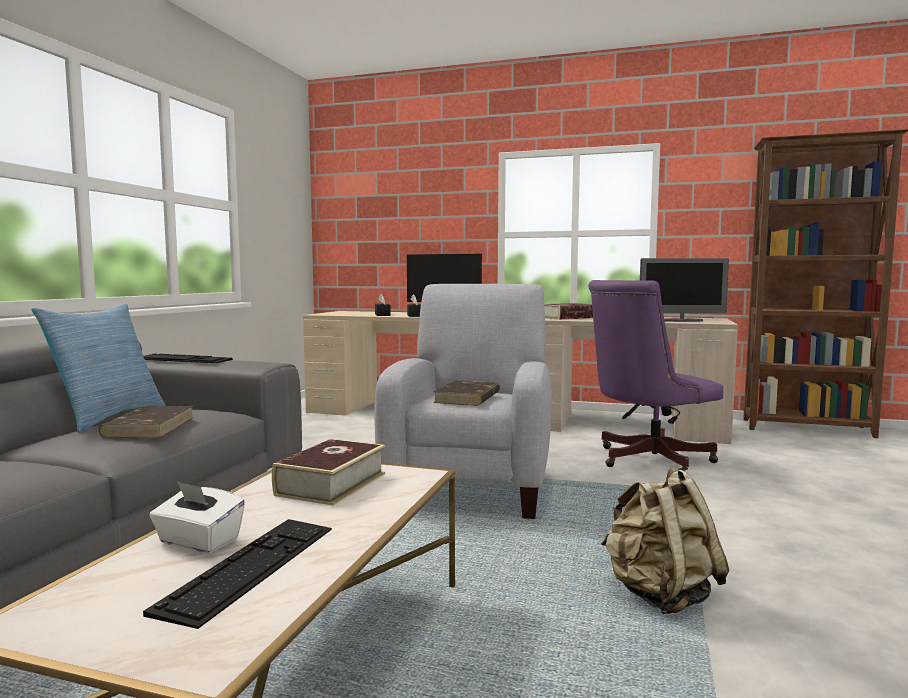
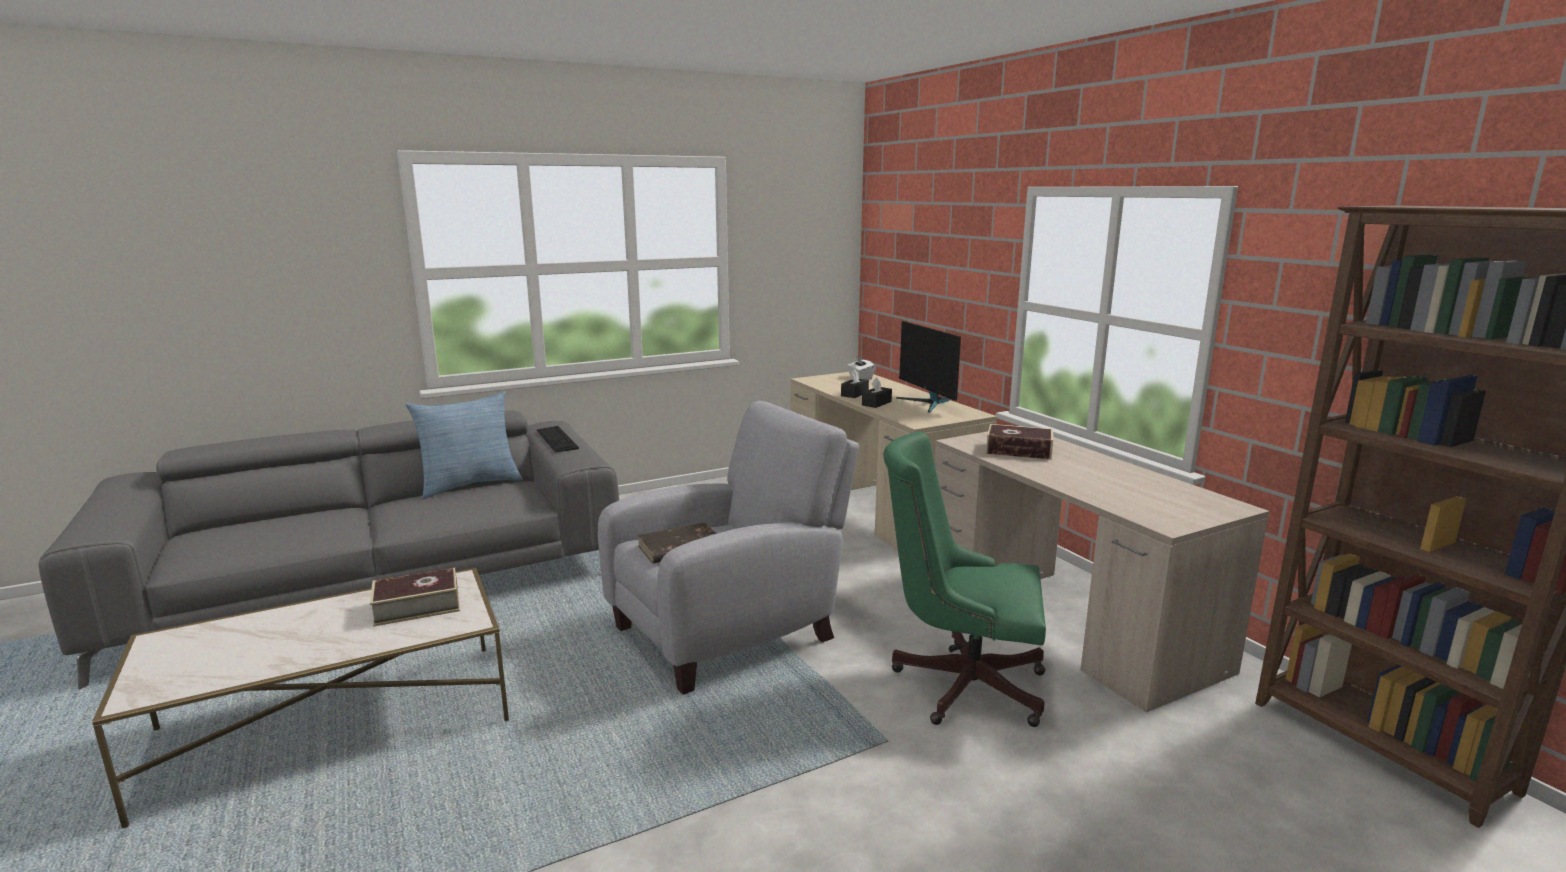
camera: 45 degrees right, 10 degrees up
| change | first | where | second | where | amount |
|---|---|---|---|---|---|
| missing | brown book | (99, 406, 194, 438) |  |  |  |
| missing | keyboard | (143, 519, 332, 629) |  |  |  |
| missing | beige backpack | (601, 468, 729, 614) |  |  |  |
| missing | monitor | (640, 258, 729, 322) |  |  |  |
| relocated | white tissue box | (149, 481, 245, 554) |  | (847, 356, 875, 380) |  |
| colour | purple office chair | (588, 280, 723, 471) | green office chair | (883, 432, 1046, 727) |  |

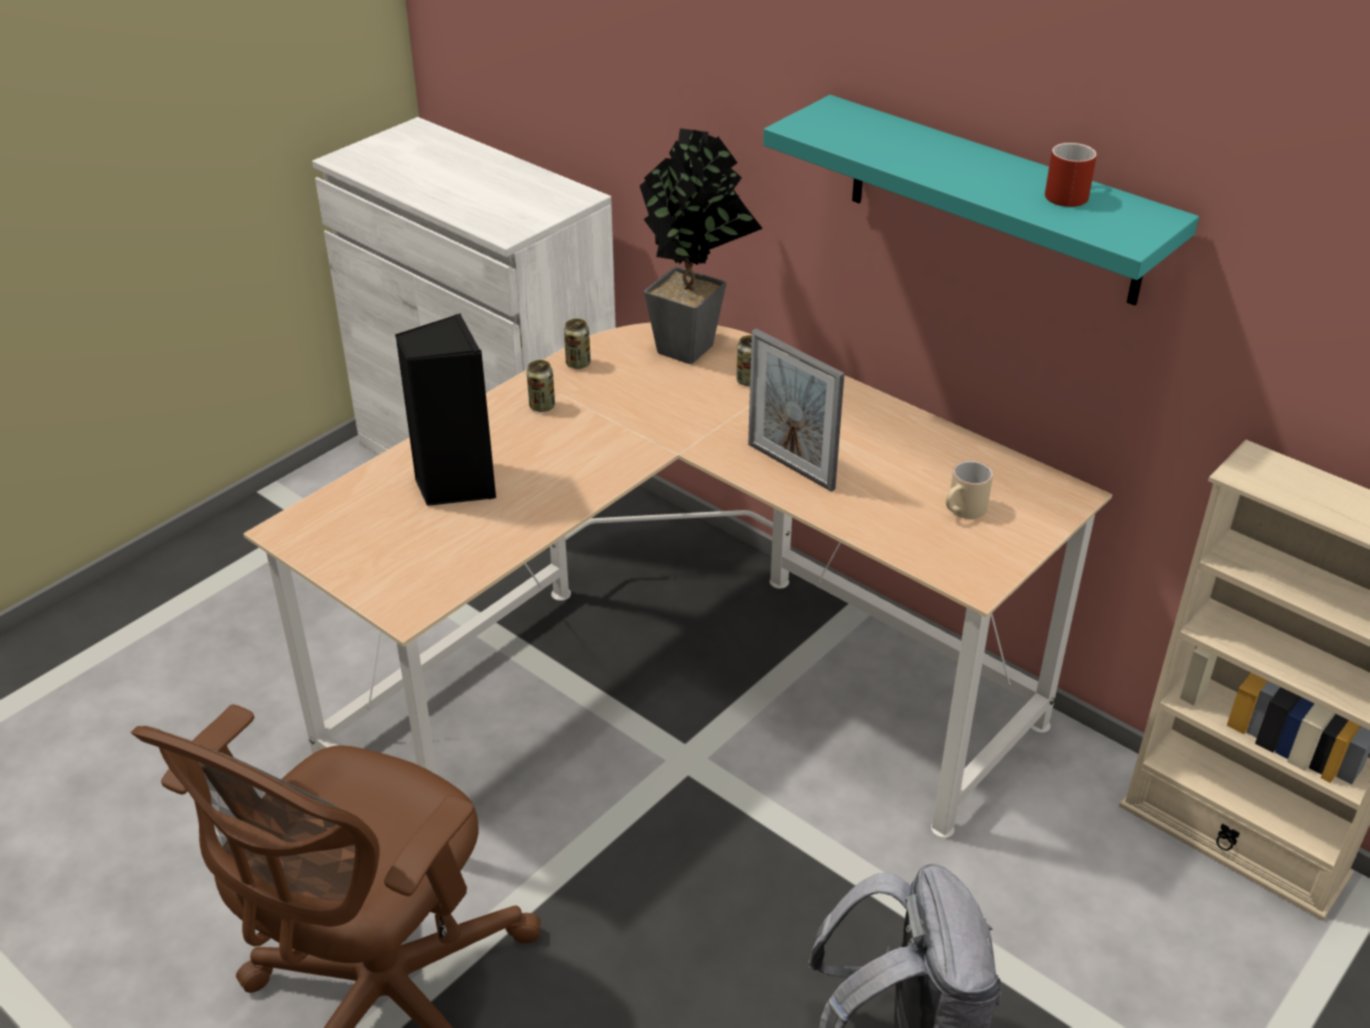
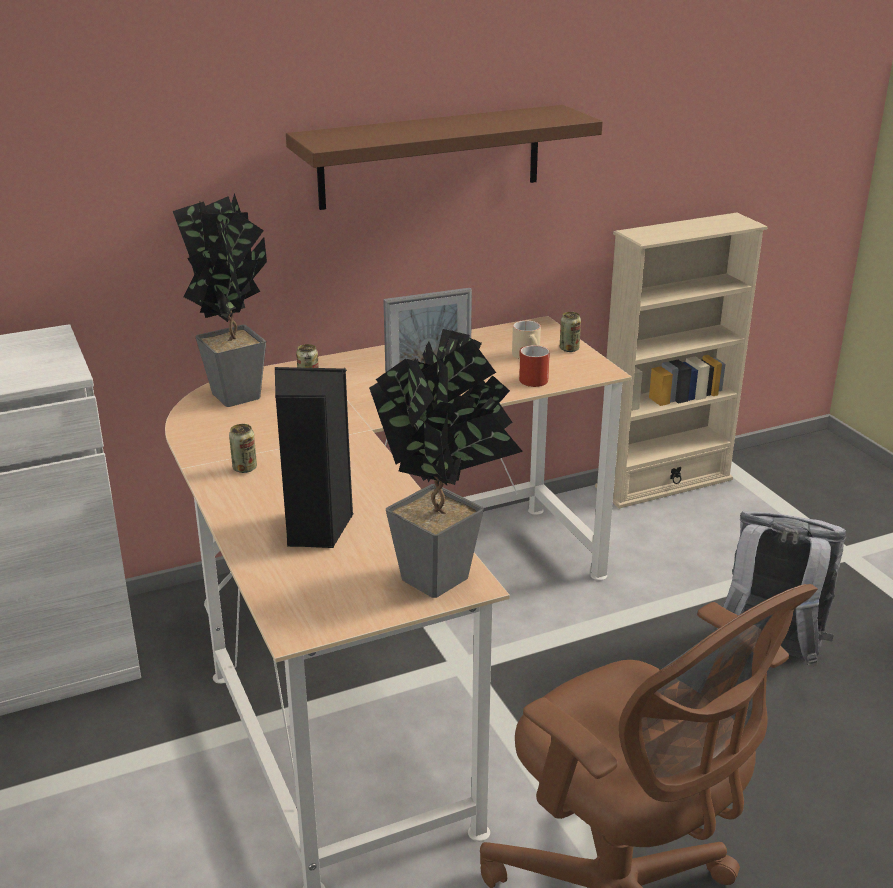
camera: 65 degrees left, 10 degrees down
| change | first | where | second | where | amount |
|---|---|---|---|---|---|
| appeared |  |  | potted plant | (369, 329, 523, 598) |  |
| relocated | can | (564, 319, 591, 369) |  | (560, 312, 581, 352) |  |
| relocated | red mug | (1045, 143, 1097, 207) |  | (519, 345, 550, 387) |  |
| colour | turquoise shelf | (763, 95, 1199, 306) | brown shelf | (286, 105, 603, 210) |  |

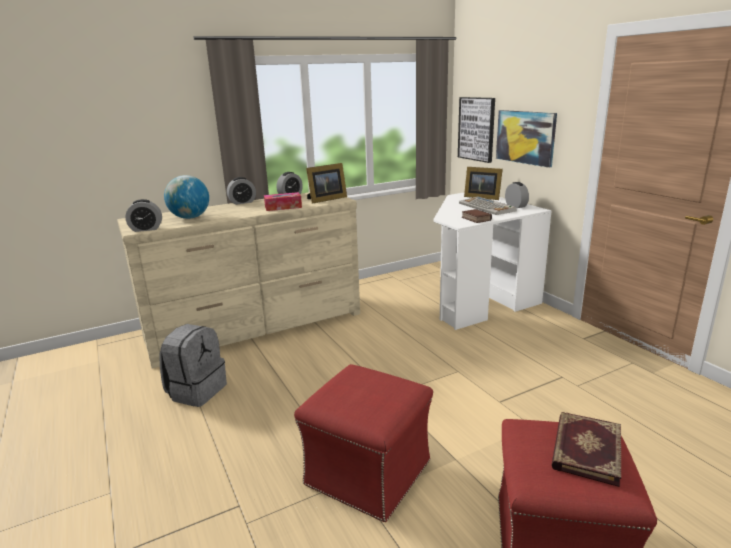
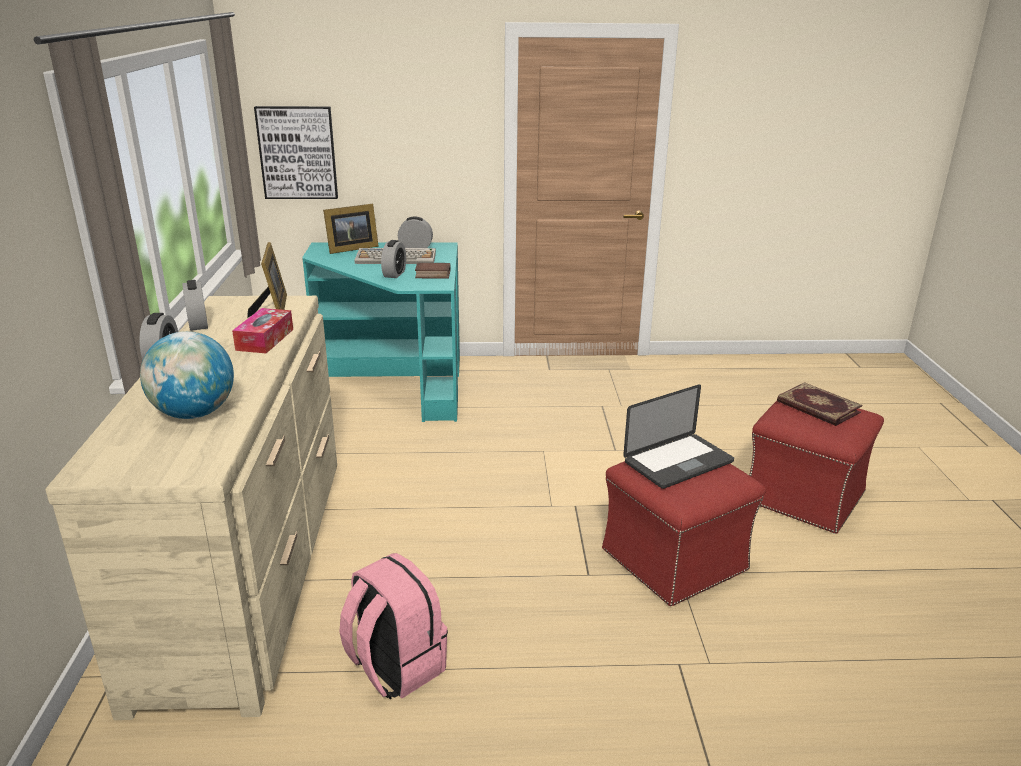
camera: 65 degrees left, 5 degrees up
| change | first | where | second | where | amount |
|---|---|---|---|---|---|
| missing | picture | (496, 110, 557, 168) |  |  |  |
| appeared |  |  | laptop | (623, 384, 734, 489) |  |
| relocated | alarm clock | (125, 199, 162, 232) |  | (381, 240, 406, 278) |  |
| colour | grey backpack | (159, 324, 227, 407) | pink backpack | (339, 553, 448, 700) |  |
| colour | white desk | (433, 192, 552, 330) | turquoise desk | (302, 242, 460, 422) |  |

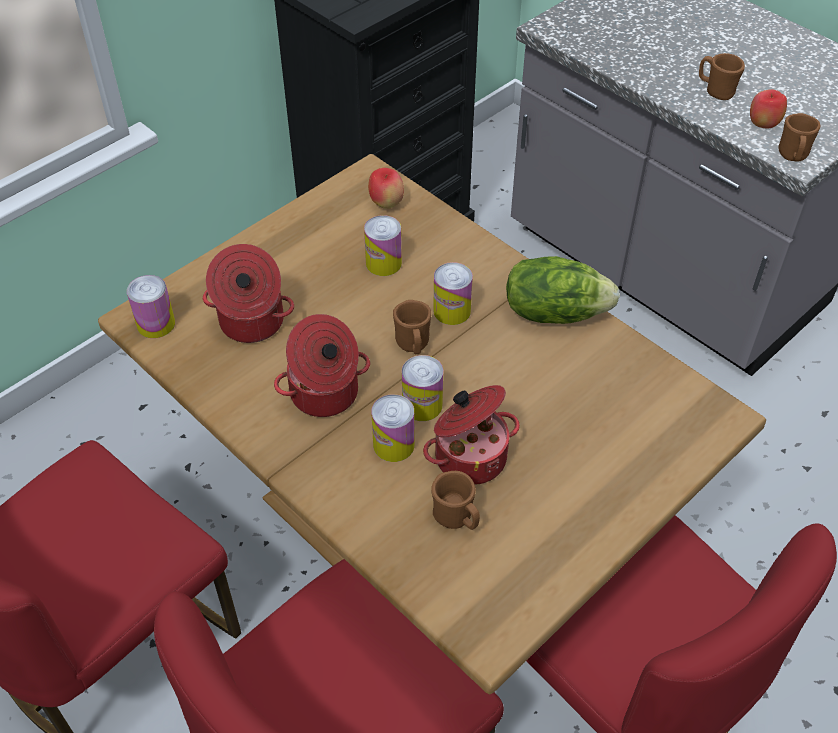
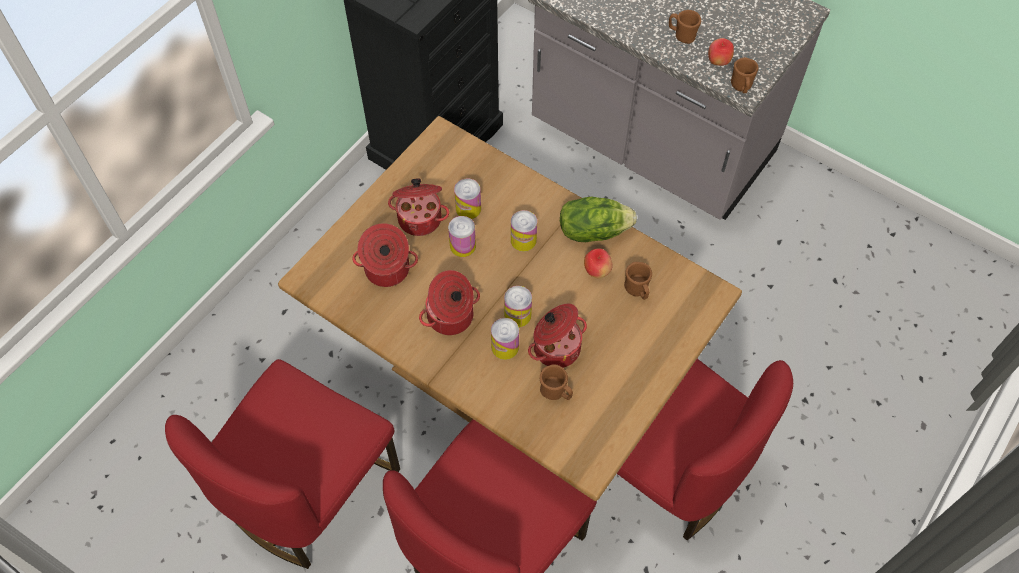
camera: 10 degrees left, 10 degrees up
| change | first | where | second | where | amount |
|---|---|---|---|---|---|
| appeared |  |  | cooking pot | (388, 178, 449, 236) |  |
| relocated | can | (127, 275, 175, 338) |  | (448, 216, 476, 257) |  |
| relocated | apple | (368, 168, 404, 209) |  | (584, 249, 613, 278) |  |
| relocated | brown mug | (393, 300, 431, 354) |  | (624, 262, 652, 300) |  |

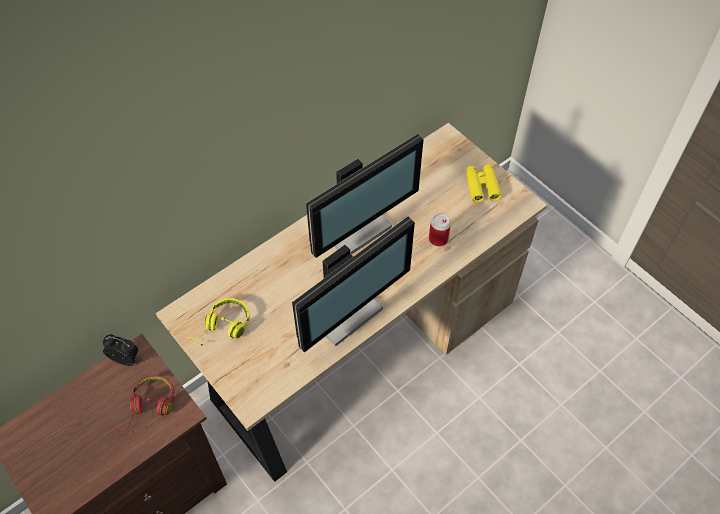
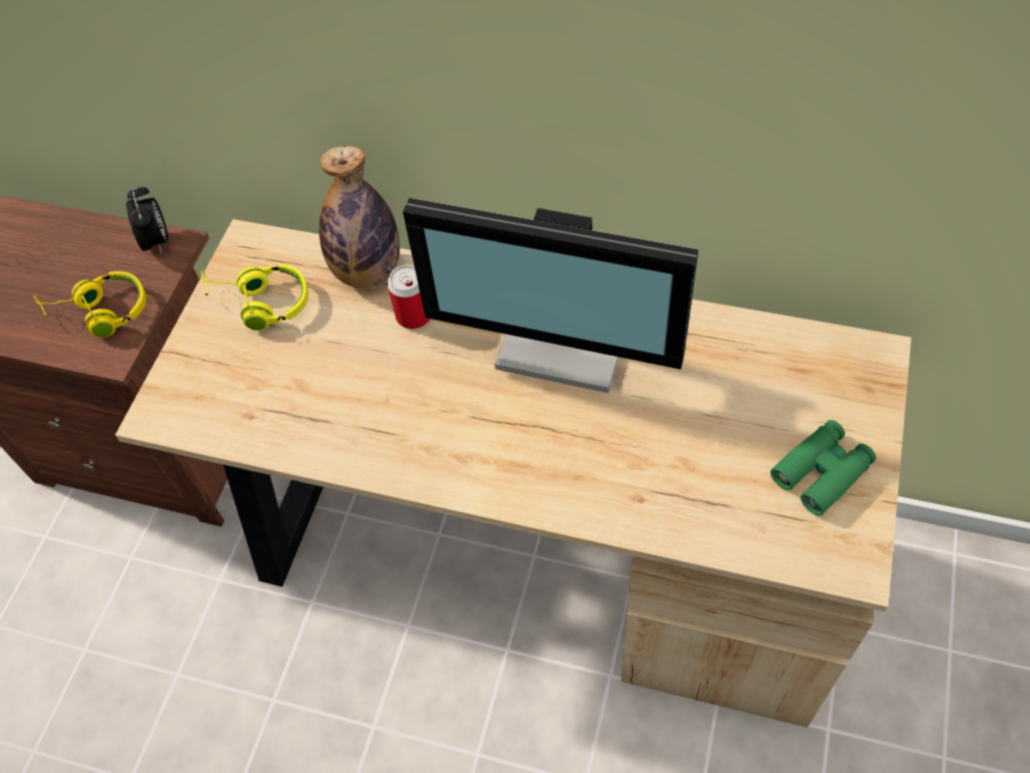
camera: 60 degrees right, 0 degrees up
| change | first | where | second | where | amount |
|---|---|---|---|---|---|
| missing | monitor | (292, 217, 415, 353) |  |  |  |
| appeared |  |  | bottle | (319, 146, 400, 288) |  |
| relocated | can | (429, 213, 451, 246) |  | (387, 265, 430, 329) |  |
| colour | red headphones | (117, 375, 174, 433) | yellow headphones | (34, 271, 146, 337) |  |
| colour | yellow binoculars | (466, 164, 501, 203) | green binoculars | (770, 420, 876, 516) |  |

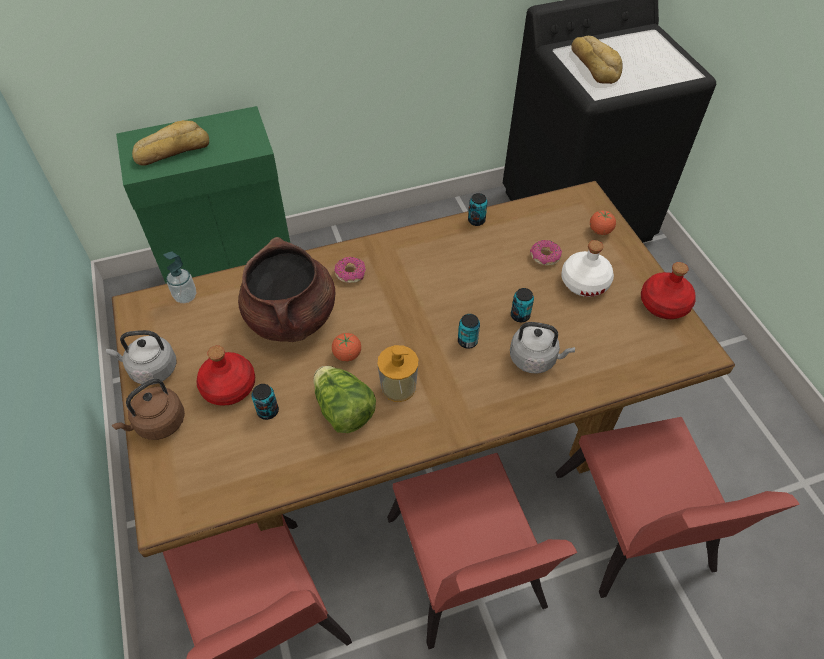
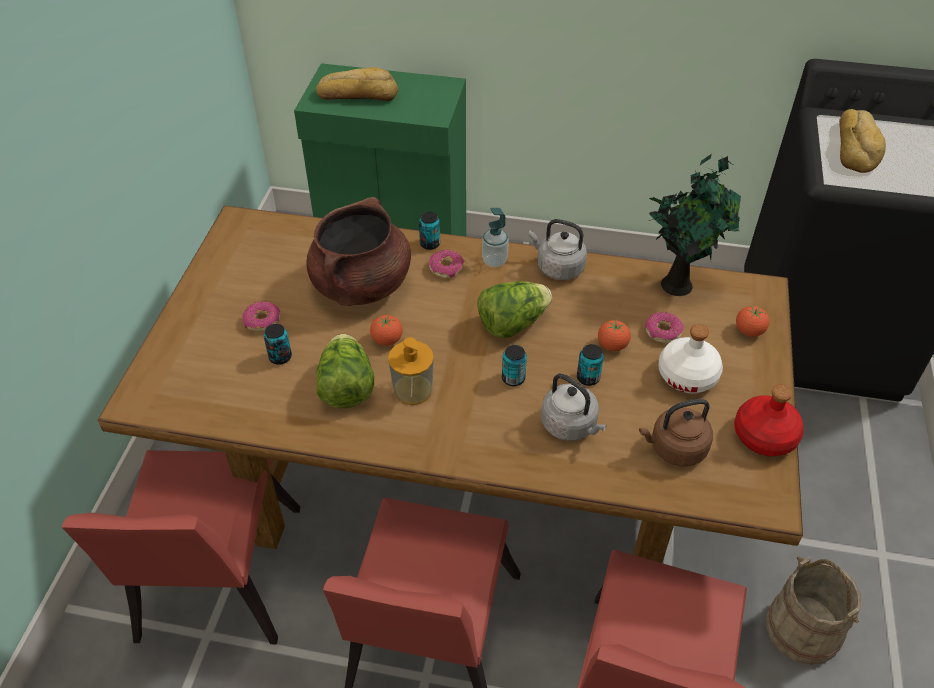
camera: 30 degrees right, 5 degrees down
| change | first | where | second | where | amount |
|---|---|---|---|---|---|
| appeared |  |  | lettuce | (477, 281, 552, 338) |  |
| appeared |  |  | tomato | (598, 320, 631, 351) |  |
| appeared |  |  | potted plant | (649, 154, 741, 296) |  |
| appeared |  |  | beige bucket | (766, 556, 861, 665) |  |
| relocated | grey kettle | (106, 330, 177, 385) |  | (529, 219, 587, 280) |  |
| relocated | brown kettle | (111, 379, 185, 440) |  | (639, 399, 713, 466) |  |
| relocated | soap dispenser | (163, 251, 196, 303) |  | (482, 208, 509, 267) |  |
| relocated | can | (468, 193, 488, 226) |  | (419, 212, 440, 250) |  |
| exchanged | red bottle | (196, 345, 255, 406) | donut | (242, 301, 280, 332) |  |

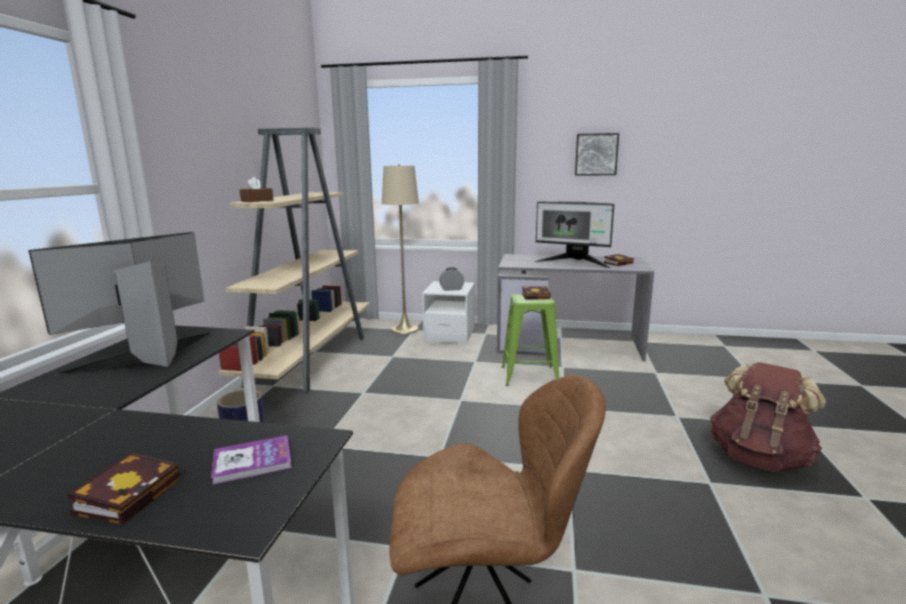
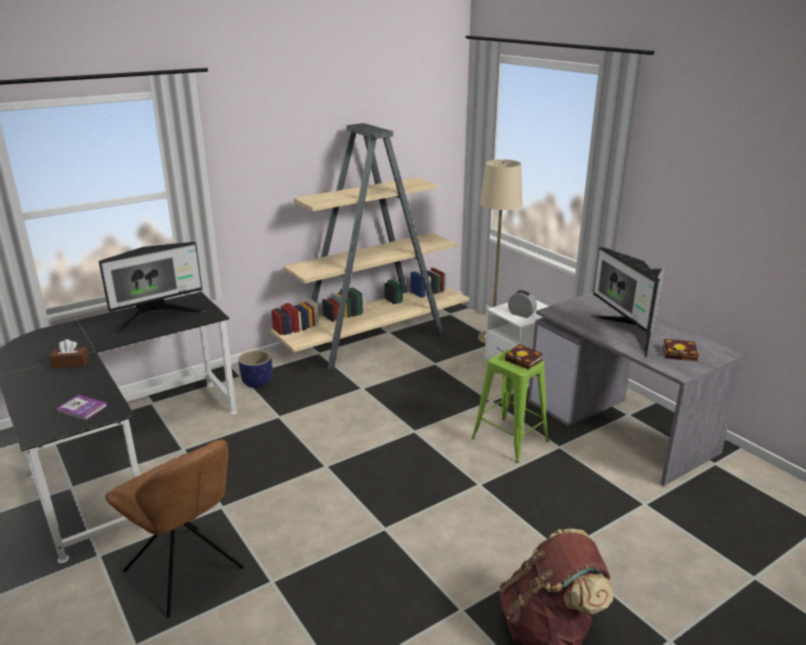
camera: 45 degrees right, 10 degrees up
| change | first | where | second | where | amount |
|---|---|---|---|---|---|
| missing | book | (67, 453, 180, 524) |  |  |  |
| missing | picture | (575, 133, 619, 175) |  |  |  |
| relocated | brown tissue box | (240, 177, 274, 202) |  | (49, 339, 89, 368) |  |
| spun | monitor | (28, 232, 210, 375) |  | (99, 242, 206, 335) | 150 degrees clockwise |

